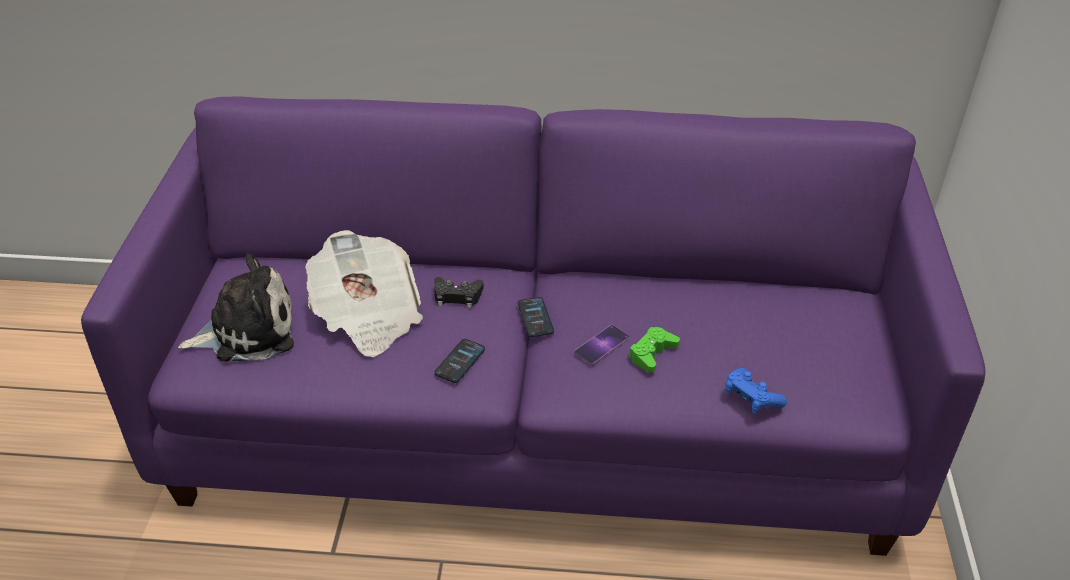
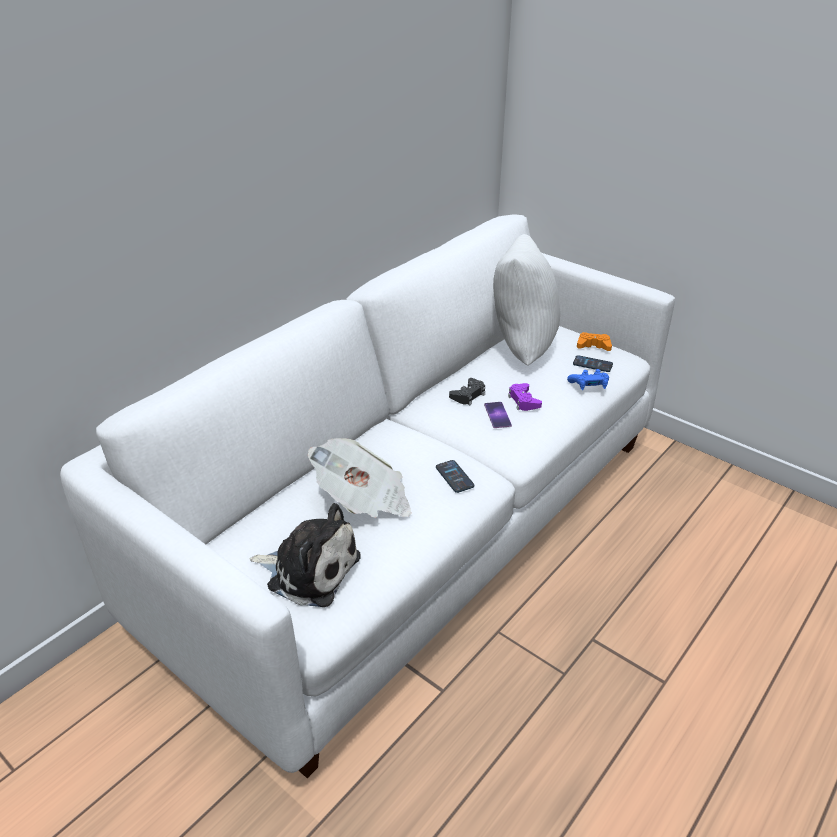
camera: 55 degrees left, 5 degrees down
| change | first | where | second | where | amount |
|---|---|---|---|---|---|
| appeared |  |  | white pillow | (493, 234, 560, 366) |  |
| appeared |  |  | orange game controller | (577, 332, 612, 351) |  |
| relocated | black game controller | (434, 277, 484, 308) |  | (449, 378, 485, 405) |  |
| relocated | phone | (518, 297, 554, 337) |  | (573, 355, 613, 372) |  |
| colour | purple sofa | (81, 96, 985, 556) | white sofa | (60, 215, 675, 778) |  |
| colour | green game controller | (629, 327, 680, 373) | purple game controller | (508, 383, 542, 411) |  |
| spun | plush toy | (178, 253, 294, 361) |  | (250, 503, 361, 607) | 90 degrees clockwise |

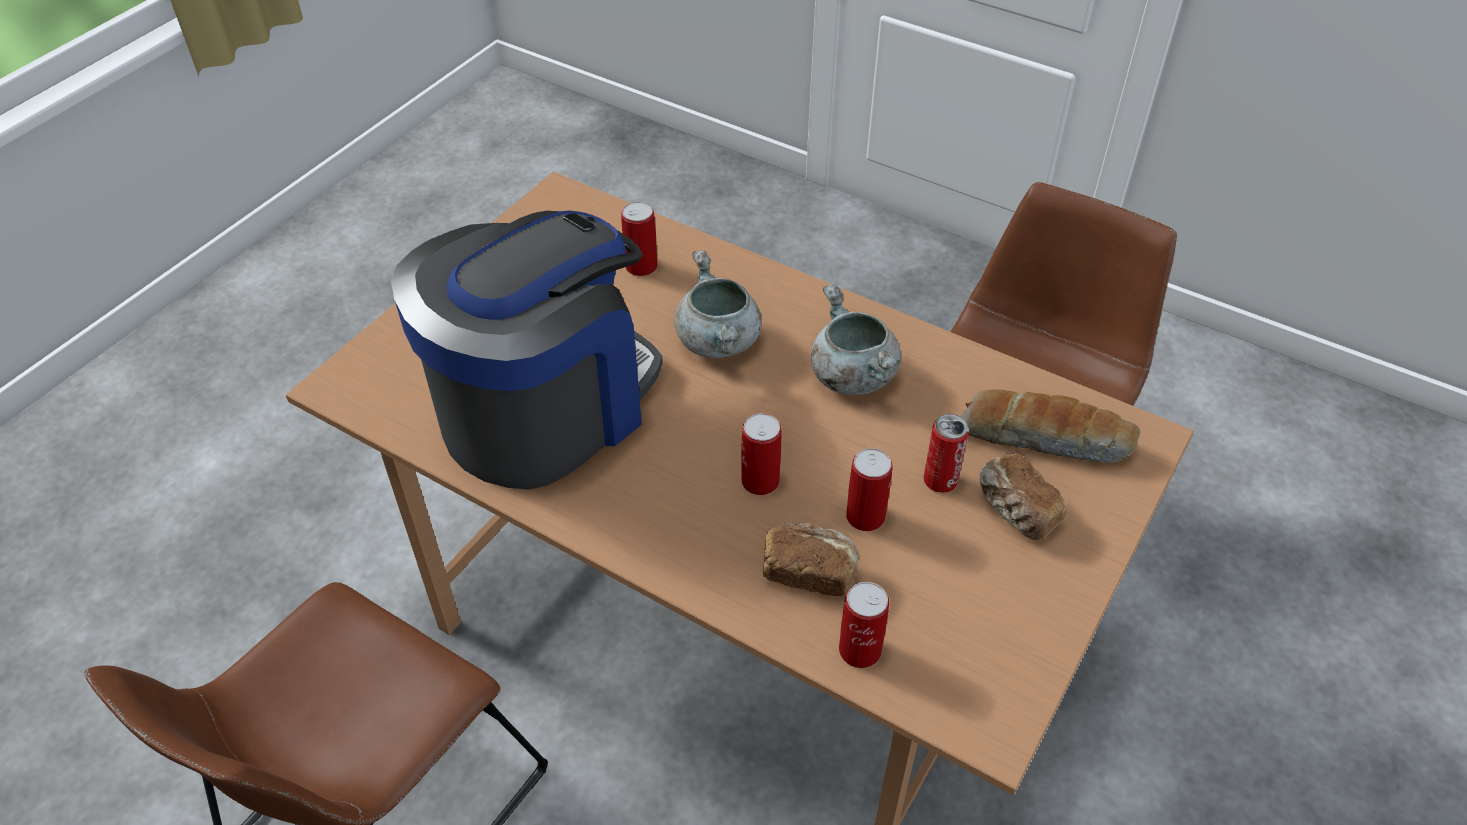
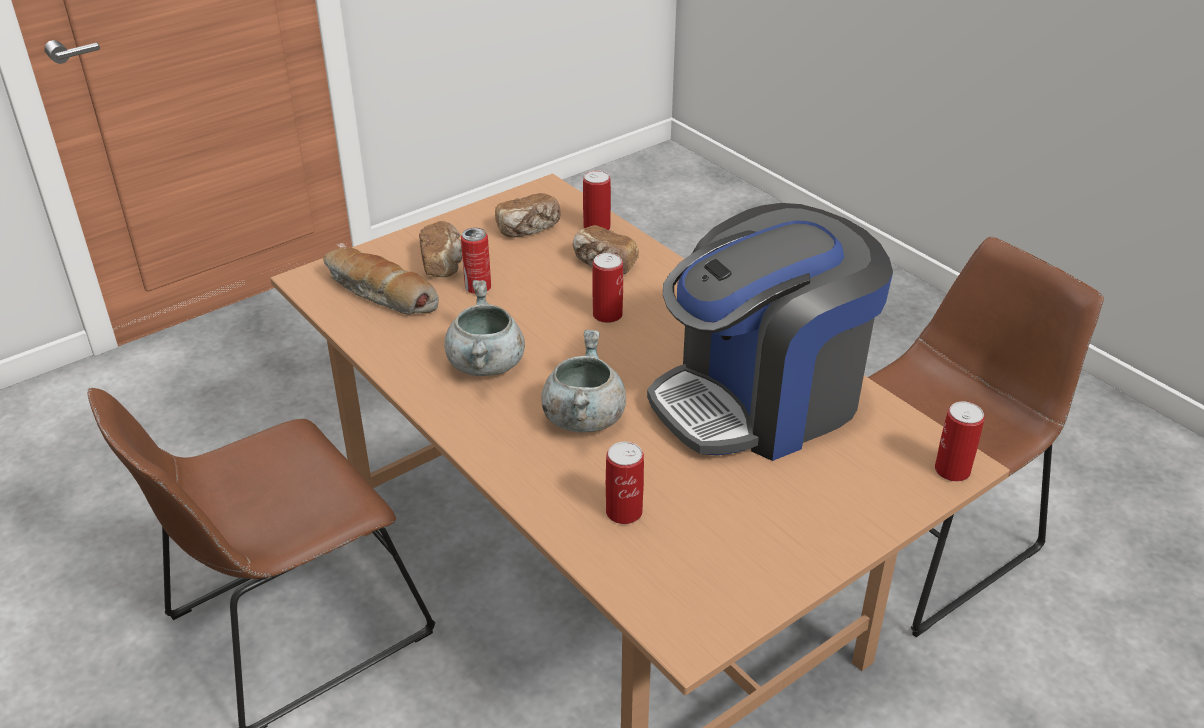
camera: 160 degrees left, 10 degrees down
| change | first | where | second | where | amount |
|---|---|---|---|---|---|
| appeared |  |  | bread | (495, 193, 561, 238) |  |
| relocated | can | (846, 448, 893, 531) |  | (935, 401, 985, 481) |  |

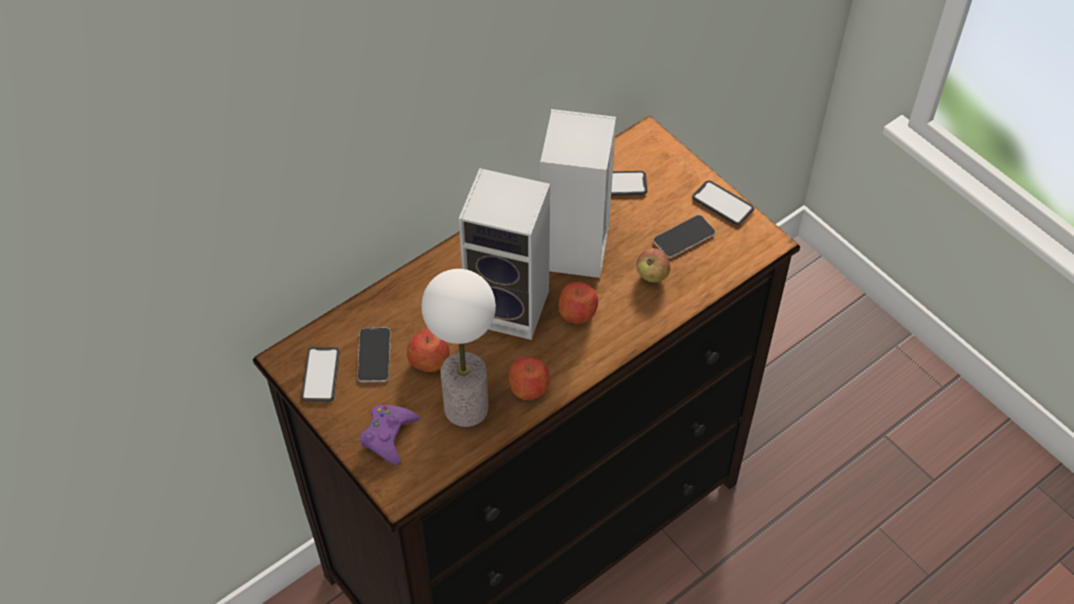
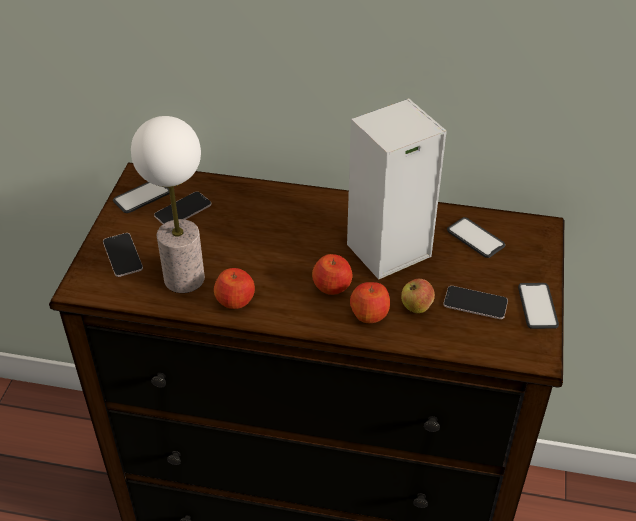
camera: 50 degrees right, 10 degrees down
| change | first | where | second | where | amount |
|---|---|---|---|---|---|
| missing | speaker | (459, 168, 550, 340) |  |  |  |
| relocated | apple | (407, 329, 450, 372) |  | (350, 282, 390, 323) |  |
| exchanged | purple game controller | (360, 405, 420, 465) | phone | (103, 233, 143, 277) |  |

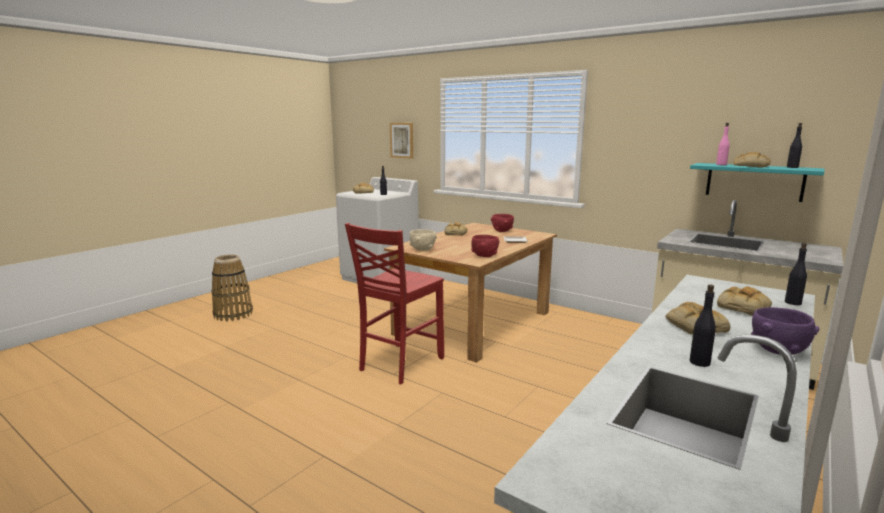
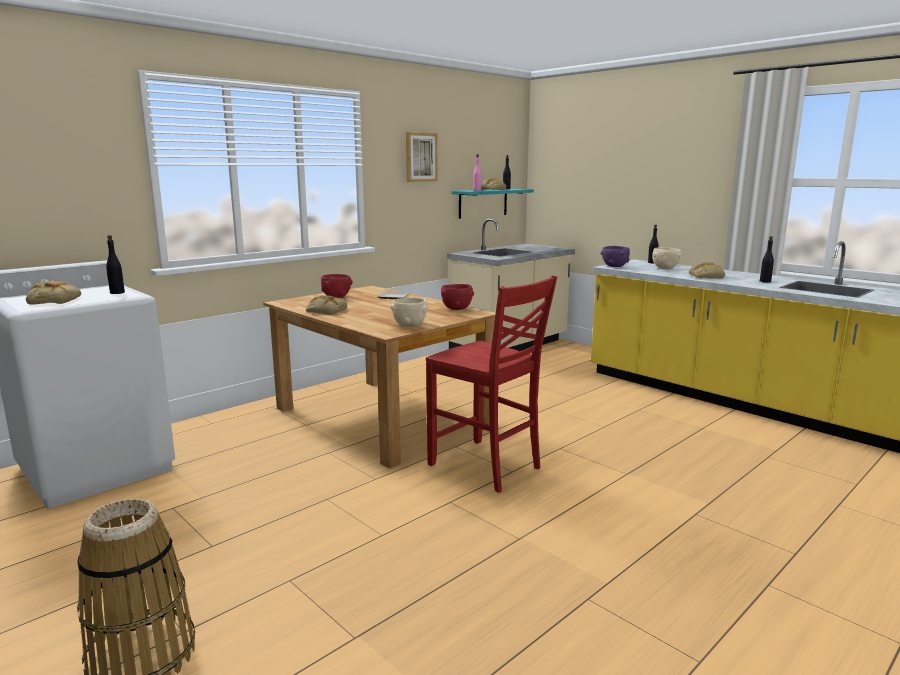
camera: 80 degrees left, 0 degrees up
| change | first | where | second | where | amount |
|---|---|---|---|---|---|
| relocated | picture | (390, 123, 413, 159) |  | (406, 132, 438, 182) |  |
| relocated | purple bowl | (751, 307, 819, 355) |  | (601, 246, 630, 267) |  |
| exchanged | bread | (717, 286, 772, 316) | beige bowl | (652, 247, 682, 269) |  |

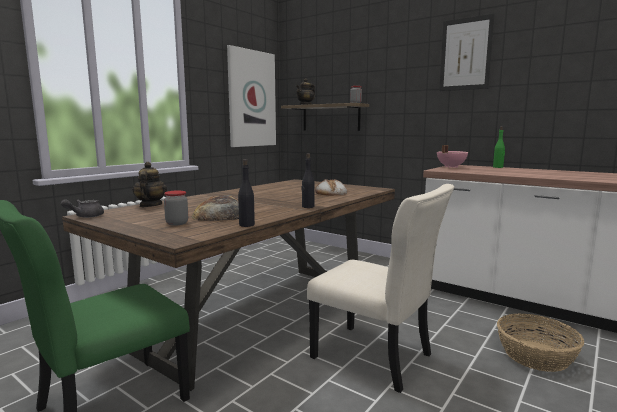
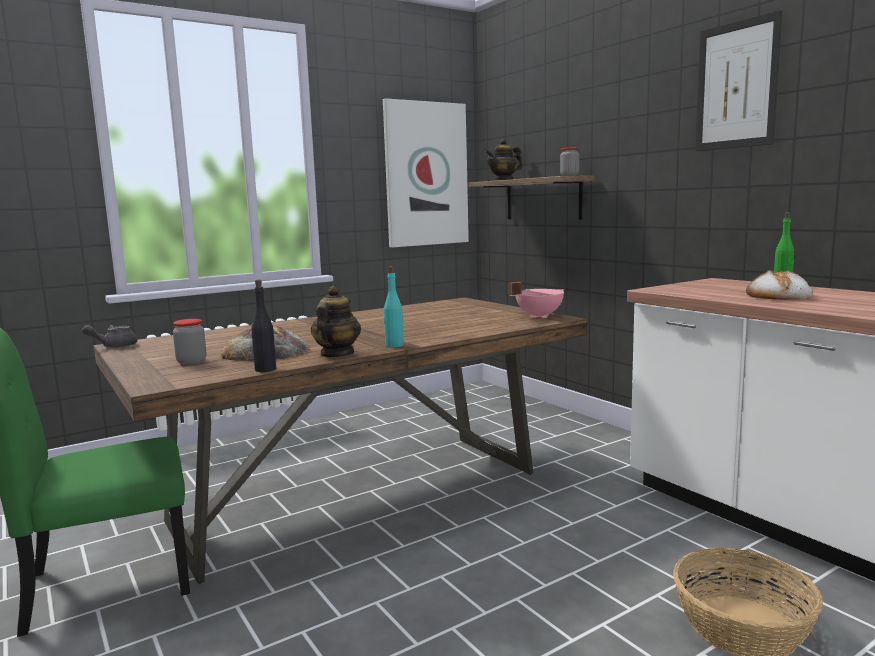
camera: 20 degrees right, 0 degrees up
| change | first | where | second | where | amount |
|---|---|---|---|---|---|
| missing | beige chair | (307, 184, 454, 393) |  |  |  |
| relocated | teapot | (133, 162, 167, 207) |  | (311, 286, 361, 358) |  |
| relocated | bread | (315, 179, 347, 196) |  | (746, 270, 812, 300) |  |
| relocated | pink cooking pot | (437, 145, 468, 168) |  | (509, 282, 564, 318) |  |
| colour | black bottle | (301, 153, 315, 208) | turquoise bottle | (383, 266, 404, 348) |  |

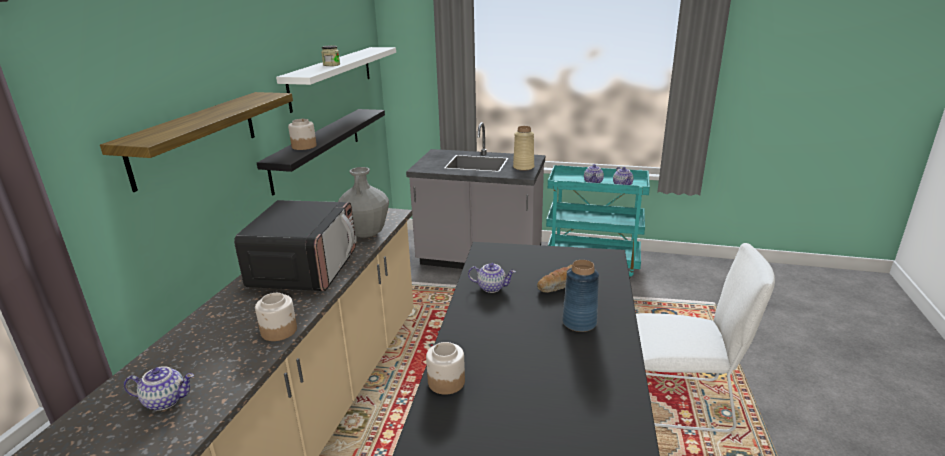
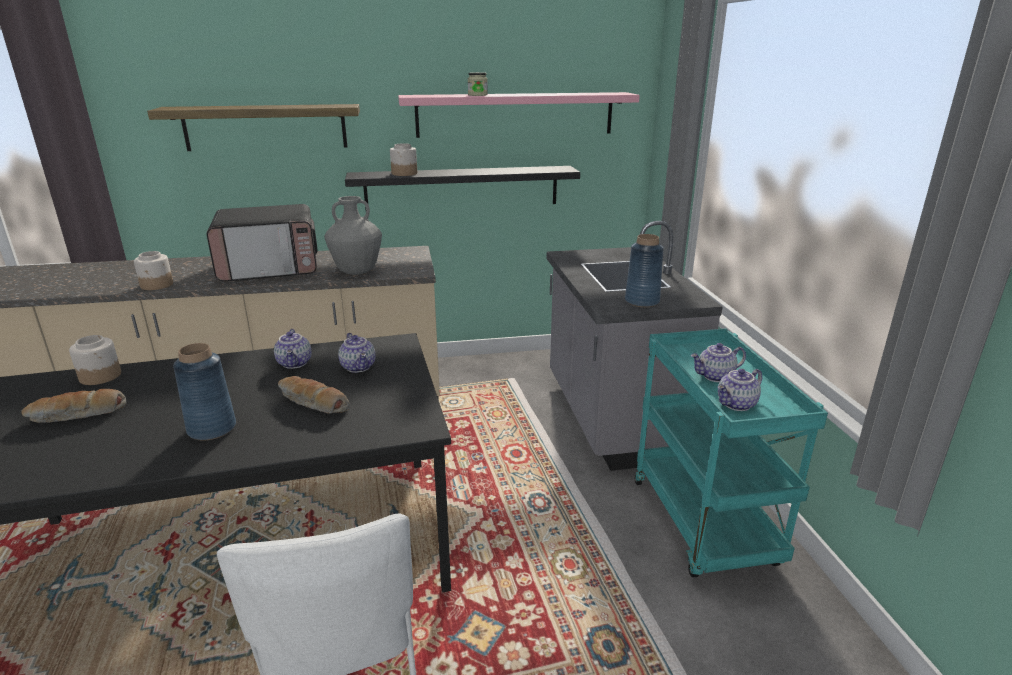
camera: 65 degrees right, 0 degrees up
| change | first | where | second | where | amount |
|---|---|---|---|---|---|
| appeared |  |  | bread | (21, 389, 127, 423) |  |
| relocated | teapot | (124, 366, 194, 411) |  | (338, 333, 375, 373) |  |
| colour | white shelf | (276, 47, 396, 113) | pink shelf | (398, 92, 640, 138) |  |
| colour | beige vase | (513, 126, 534, 171) | blue vase | (625, 234, 664, 307) |  |

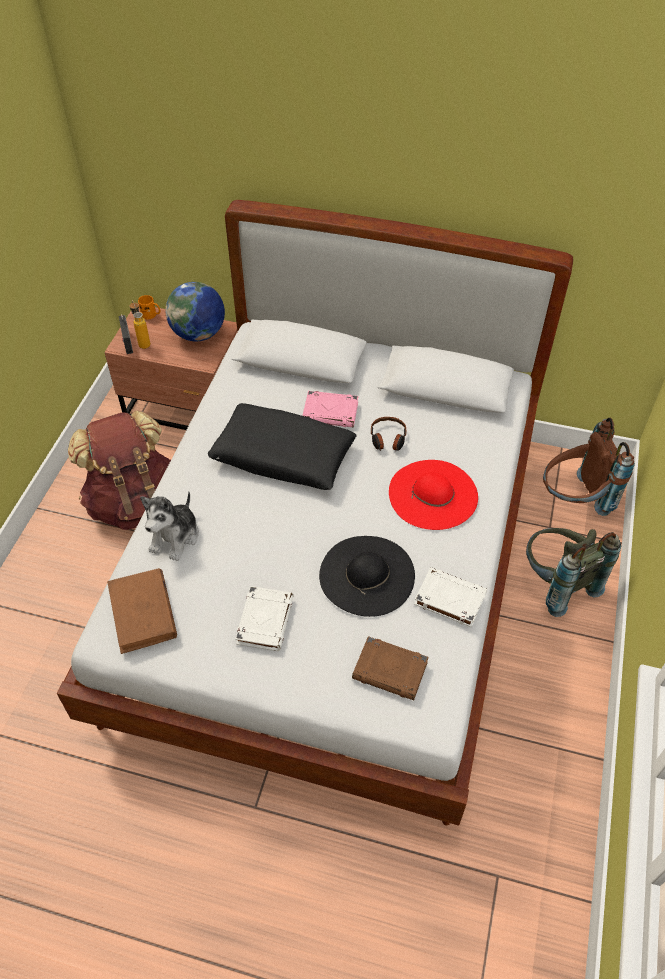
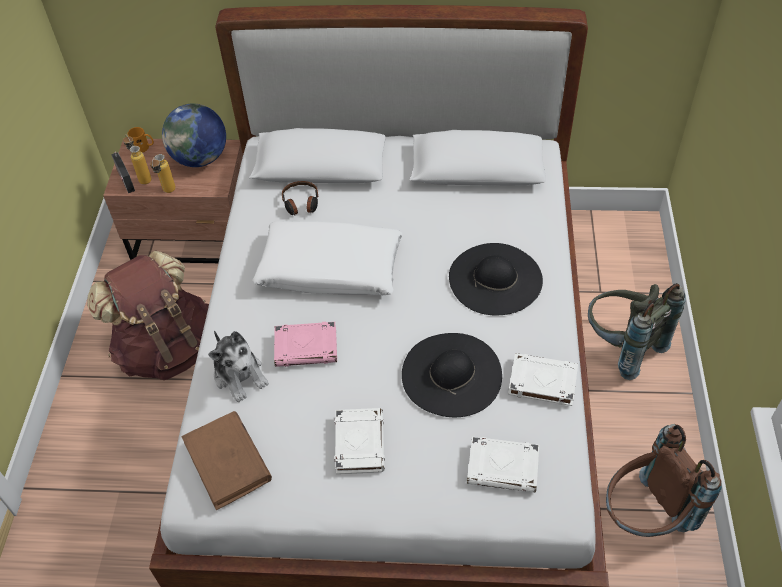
camera: 10 degrees left, 0 degrees up
| change | first | where | second | where | amount |
|---|---|---|---|---|---|
| appeared |  |  | bottle | (150, 154, 176, 193) |  |
| relocated | pink book | (302, 391, 358, 428) |  | (274, 322, 337, 367) |  |
| relocated | headphones | (371, 417, 406, 452) |  | (282, 181, 318, 215) |  |
| relocated | brown backpack | (543, 418, 635, 516) |  | (606, 424, 722, 537) |  |
| colour | black pillow | (208, 403, 356, 490) | white pillow | (252, 221, 403, 295) |  |
| colour | brown book | (352, 636, 429, 700) | white book | (467, 437, 539, 493) |  |
| colour | red hat | (389, 460, 478, 530) | black hat | (449, 243, 543, 315) |  |
| spun | plush toy | (140, 492, 199, 561) |  | (208, 330, 269, 402) | 45 degrees counterclockwise |

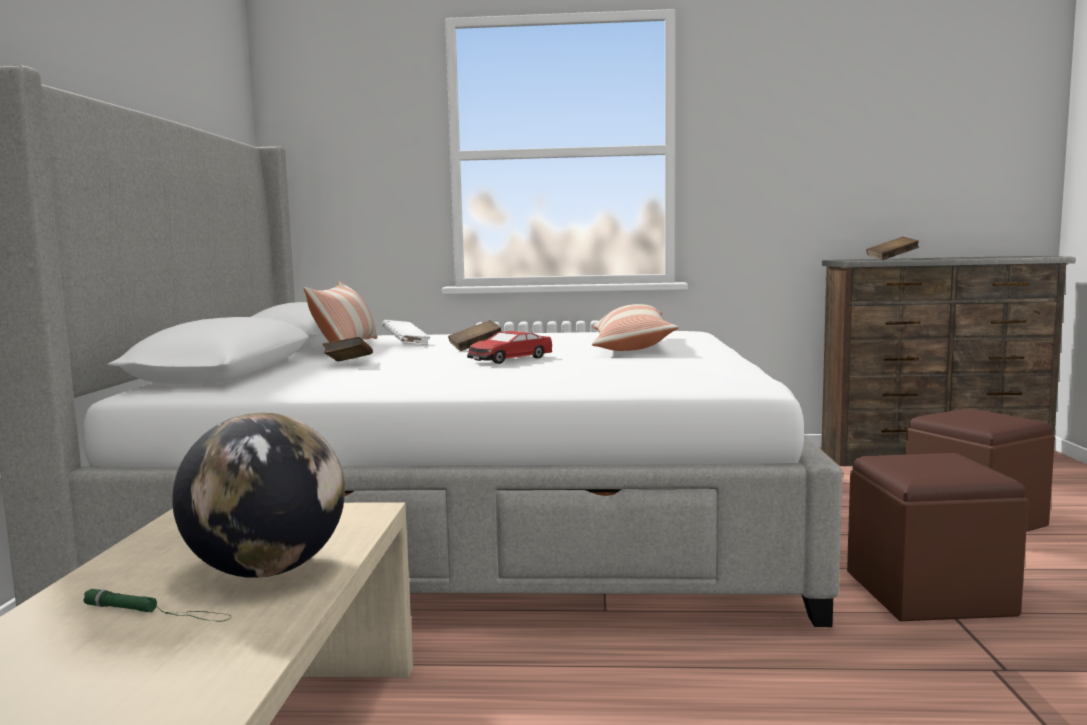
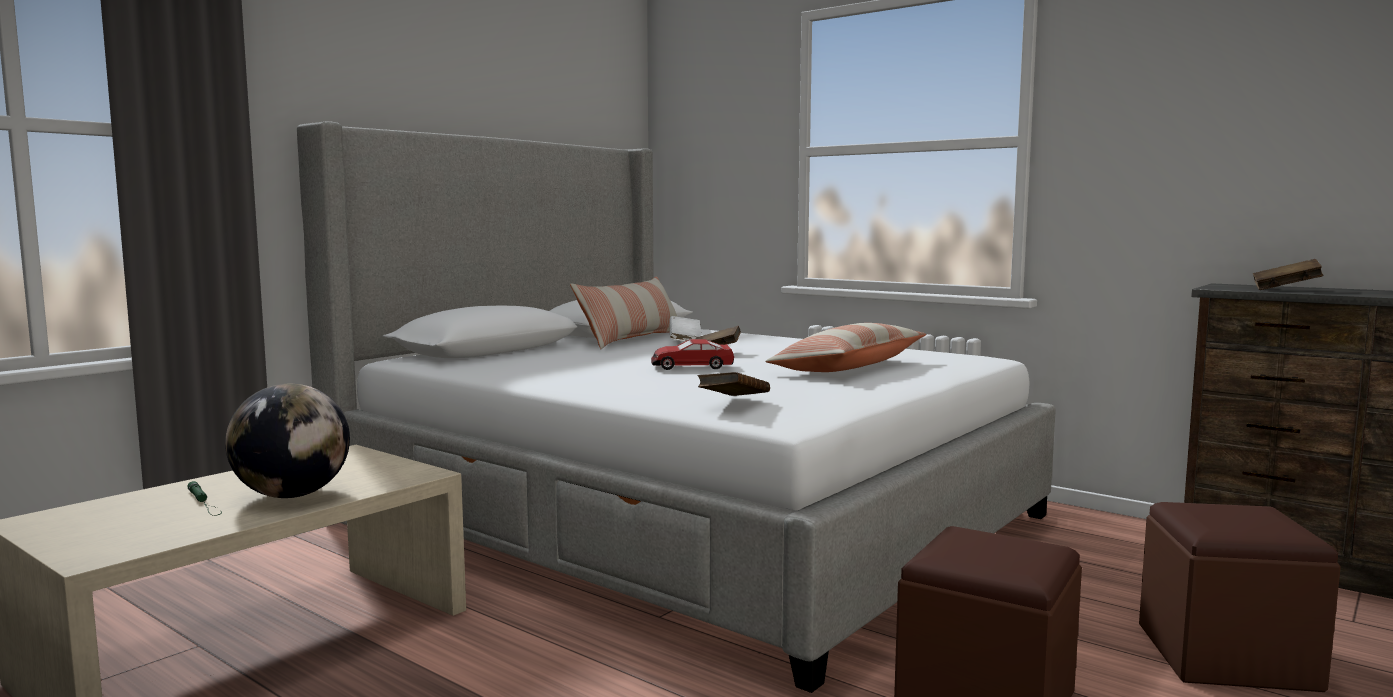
camera: 35 degrees right, 0 degrees up
| change | first | where | second | where | amount |
|---|---|---|---|---|---|
| relocated | brown book | (322, 337, 373, 361) |  | (698, 372, 770, 396) |  |

